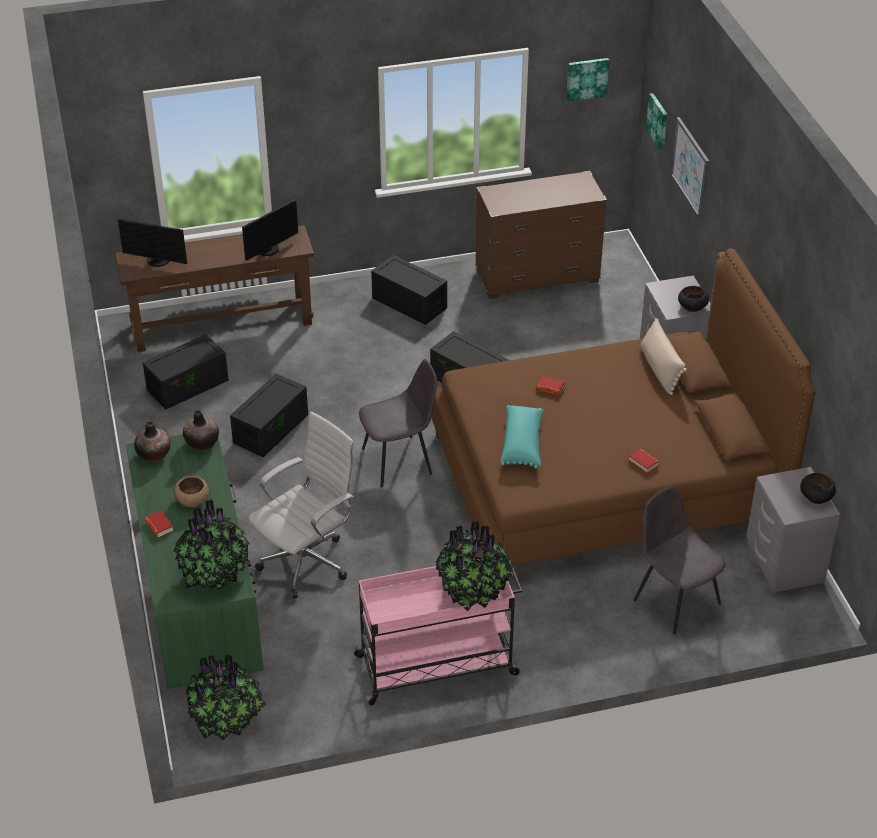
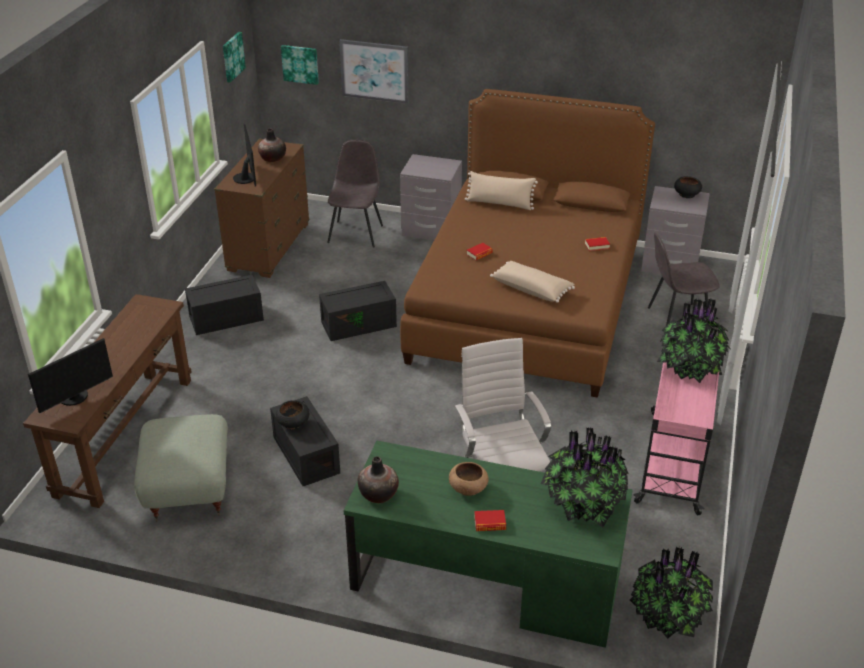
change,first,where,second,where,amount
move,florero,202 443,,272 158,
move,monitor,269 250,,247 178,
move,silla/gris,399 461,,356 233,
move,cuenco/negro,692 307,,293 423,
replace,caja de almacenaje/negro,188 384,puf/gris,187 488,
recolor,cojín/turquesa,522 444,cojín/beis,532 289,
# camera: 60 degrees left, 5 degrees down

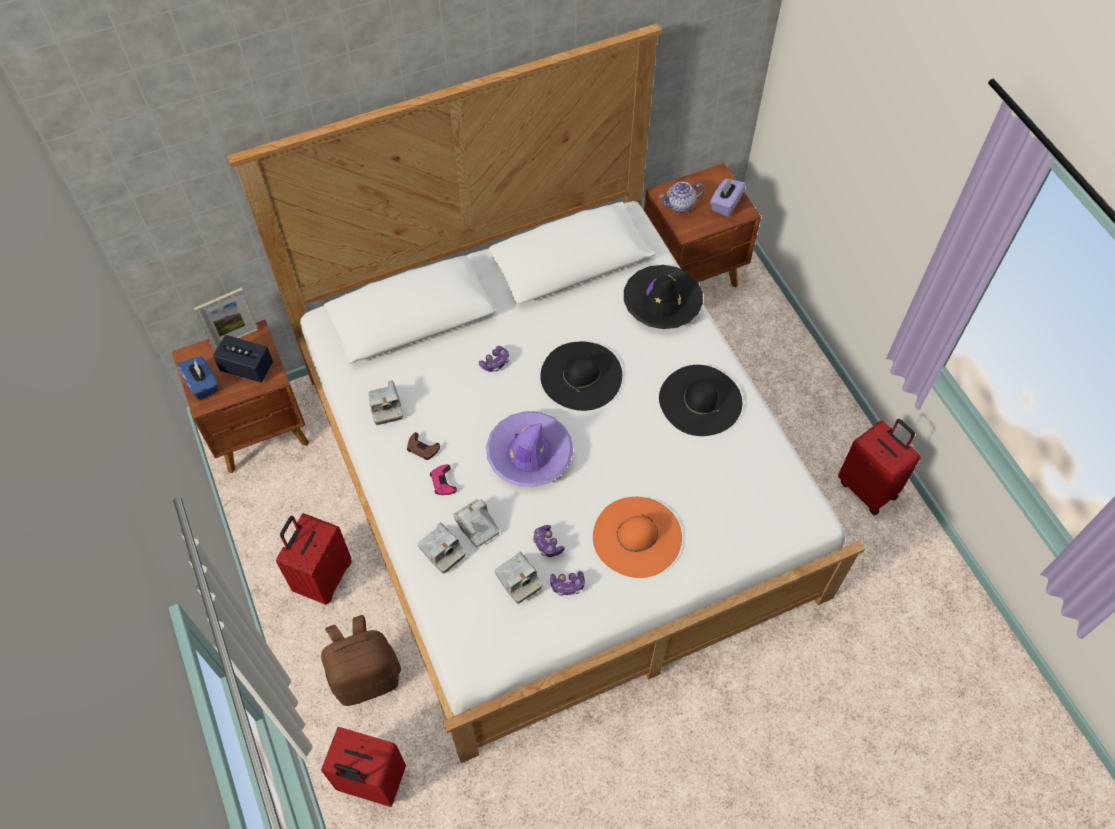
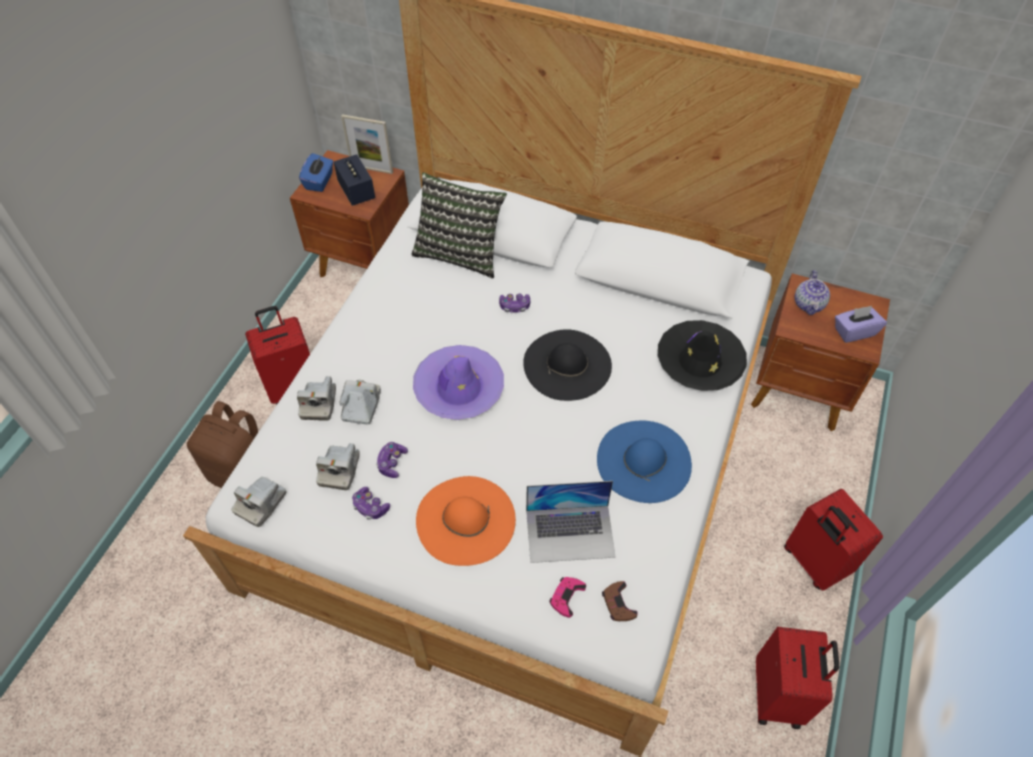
change,first,where,second,where,amount
insert,,,cojín,460 252,
insert,,,portátil,570 533,
move,maleta/rojo,371 782,,813 562,
move,cámara,386 407,,261 503,
move,mando de consola/marrón,422 448,,618 603,
move,mando de consola/rosa,443 482,,566 597,
recolor,sombrero/negro,700 400,sombrero/azul,644 461,
rotate,tetera,680 205,,809 304,105 degrees counterclockwise
# camera: 45 degrees right, 5 degrees down

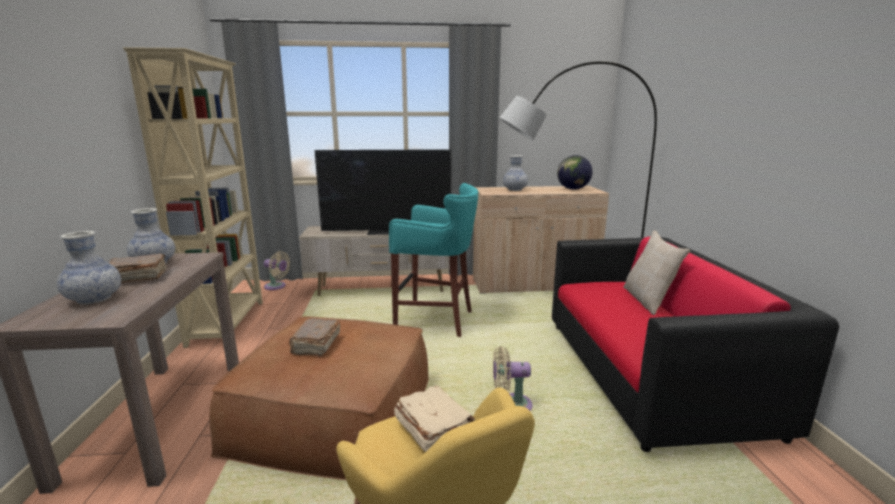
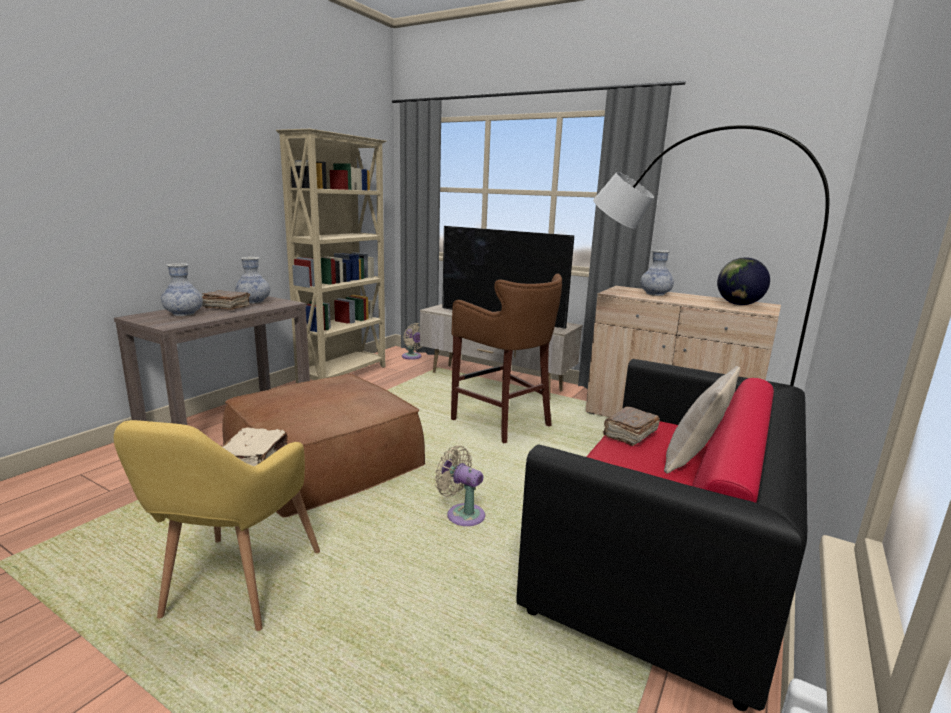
change,first,where,second,where,amount
move,libro/marrón,315 345,,629 434,
recolor,taburete/turquesa,437 321,taburete/marrón,504 423,
# camera: 35 degrees right, 0 degrees up

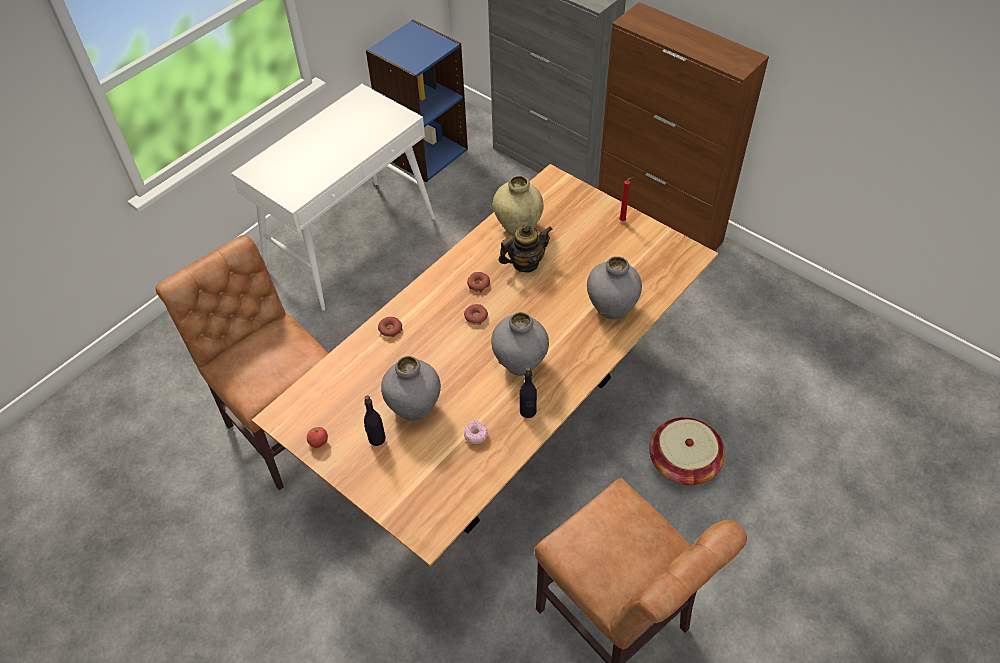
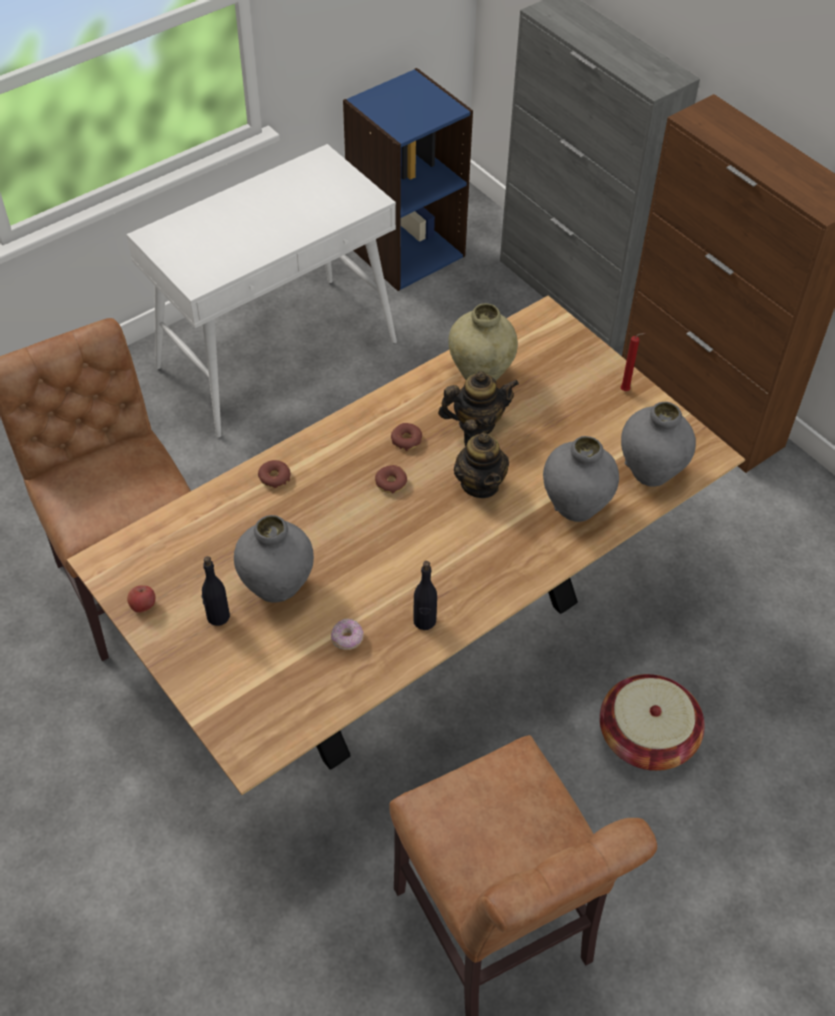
change,first,where,second,where,amount
insert,,,tetera,480 484,
move,florero/gris,520 364,,650 472,
# camera: 10 degrees right, 0 degrees up

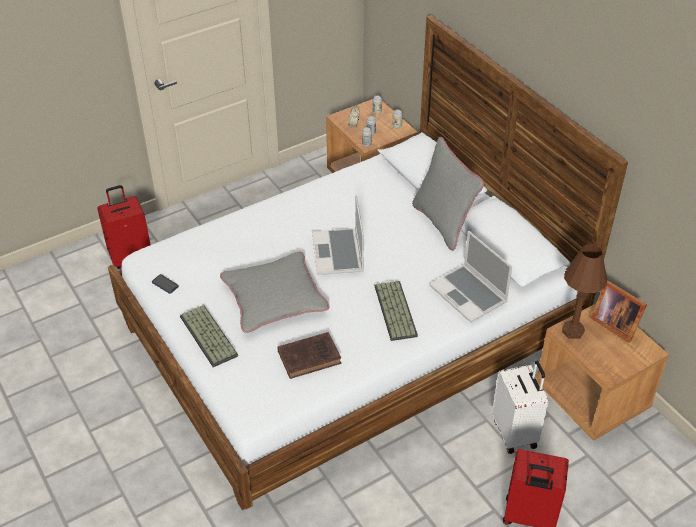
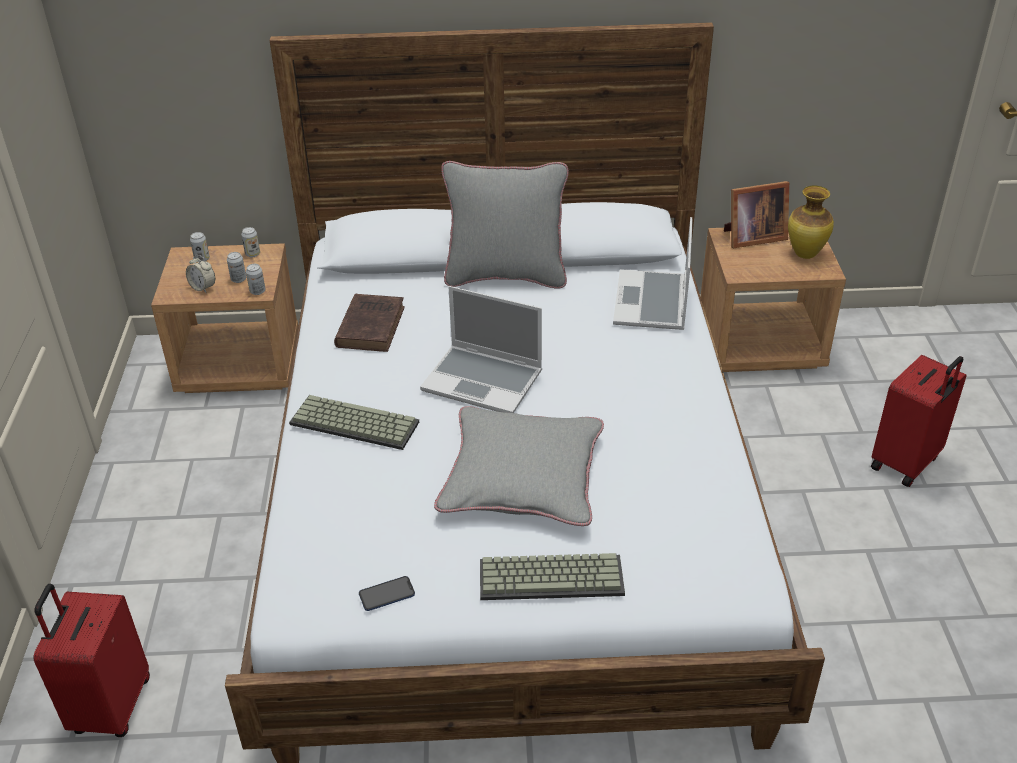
change,first,where,second,where,amount
delete,maleta/blanco,515 433,,,
delete,lámpara de mesa/marrón,573 331,,,
insert,,,florero,804 254,
move,libro/marrón,311 357,,371 325,
move,teclado,394 310,,352 424,
rotate,portátil,469 294,,652 303,105 degrees clockwise
# camera: 60 degrees left, 5 degrees down

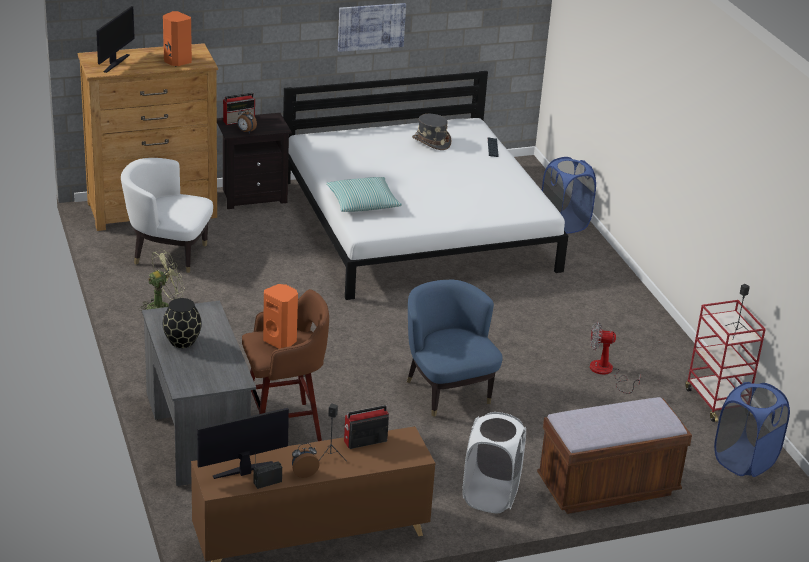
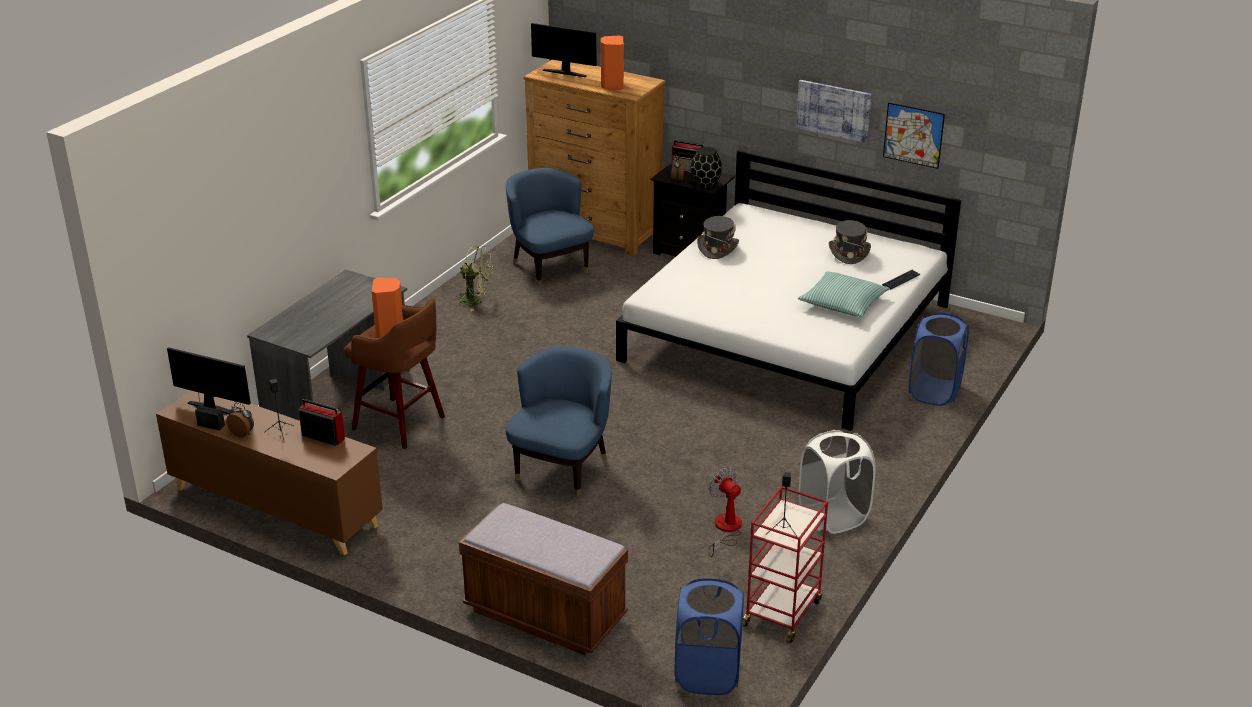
change,first,where,second,where,amount
insert,,,sombrero/gris,717 248,
insert,,,cuadro,913 135,
move,florero/negro,182 341,,705 184,
move,cojín,362 202,,843 303,
move,cesto de la ropa/blanco,490 495,,833 517,
recolor,sillón/blanco,168 254,sillón/azul,549 266,
rotate,monitor,115 63,,565 72,45 degrees clockwise
# camera: 50 degrees right, 0 degrees up

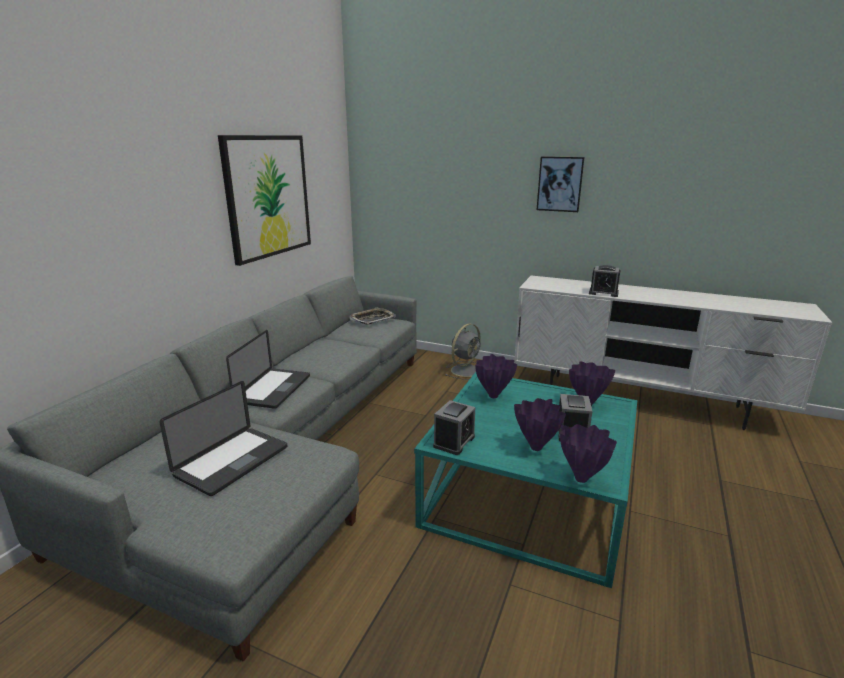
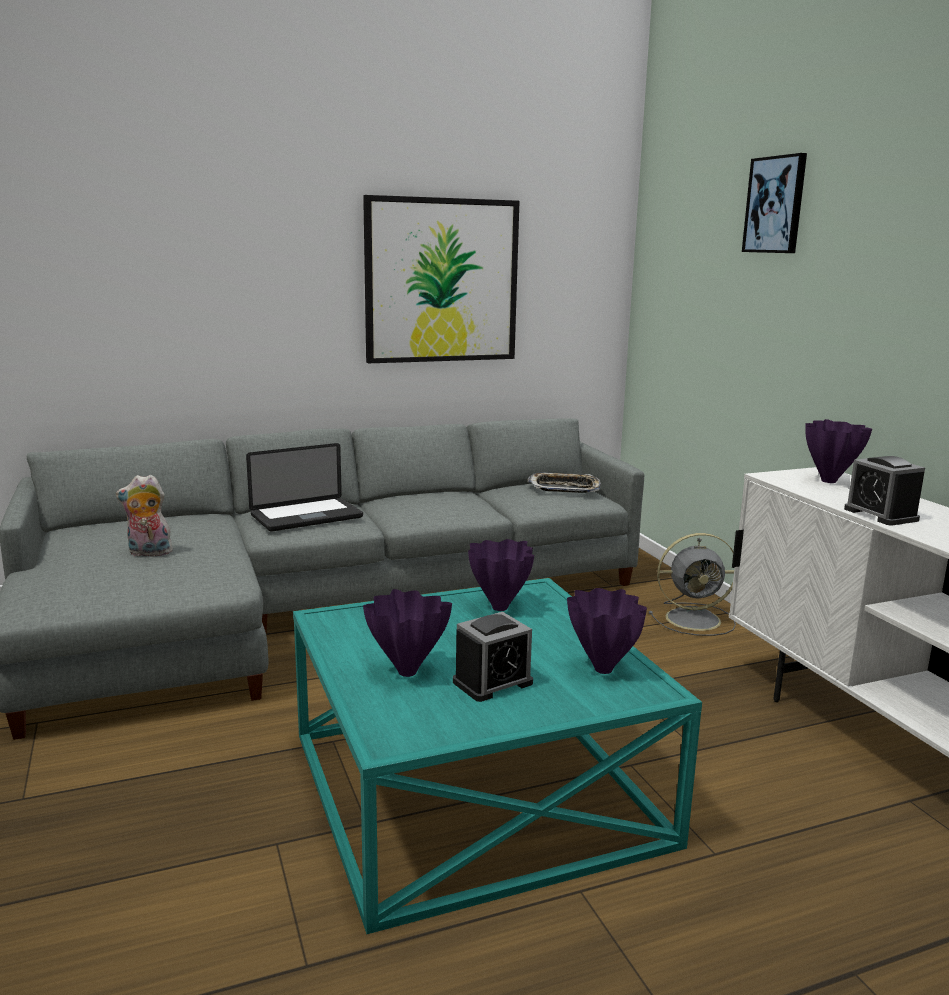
change,first,where,second,where,amount
delete,despertador,454 441,,,
move,cuadro,560 184,,775 205,
move,florero/morado,582 479,,829 481,
replace,portátil,232 461,peluche,148 553,
# camera: 45 degrees right, 5 degrees down

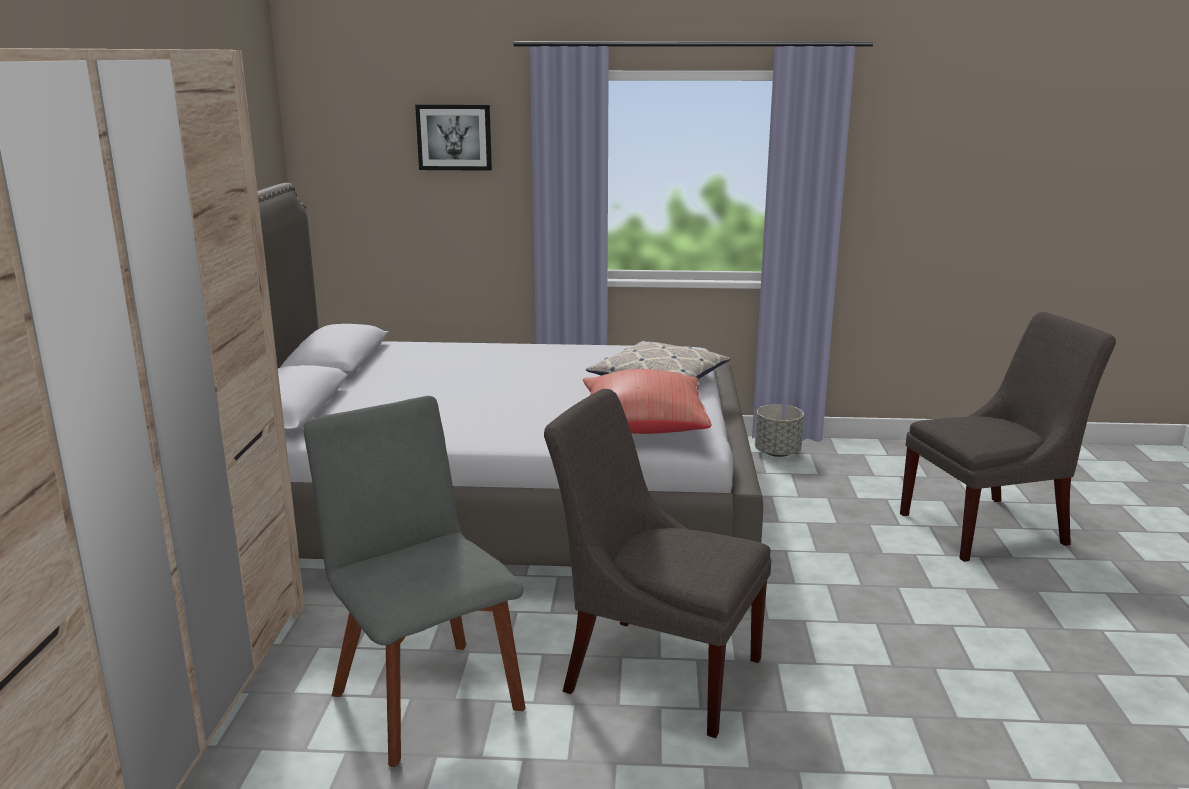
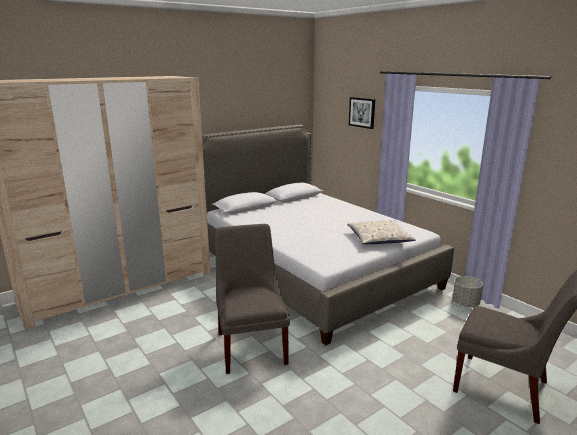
change,first,where,second,where,amount
delete,silla/gris,424 695,,,
delete,cojín/rojo,642 426,,,
# camera: 50 degrees right, 0 degrees up

